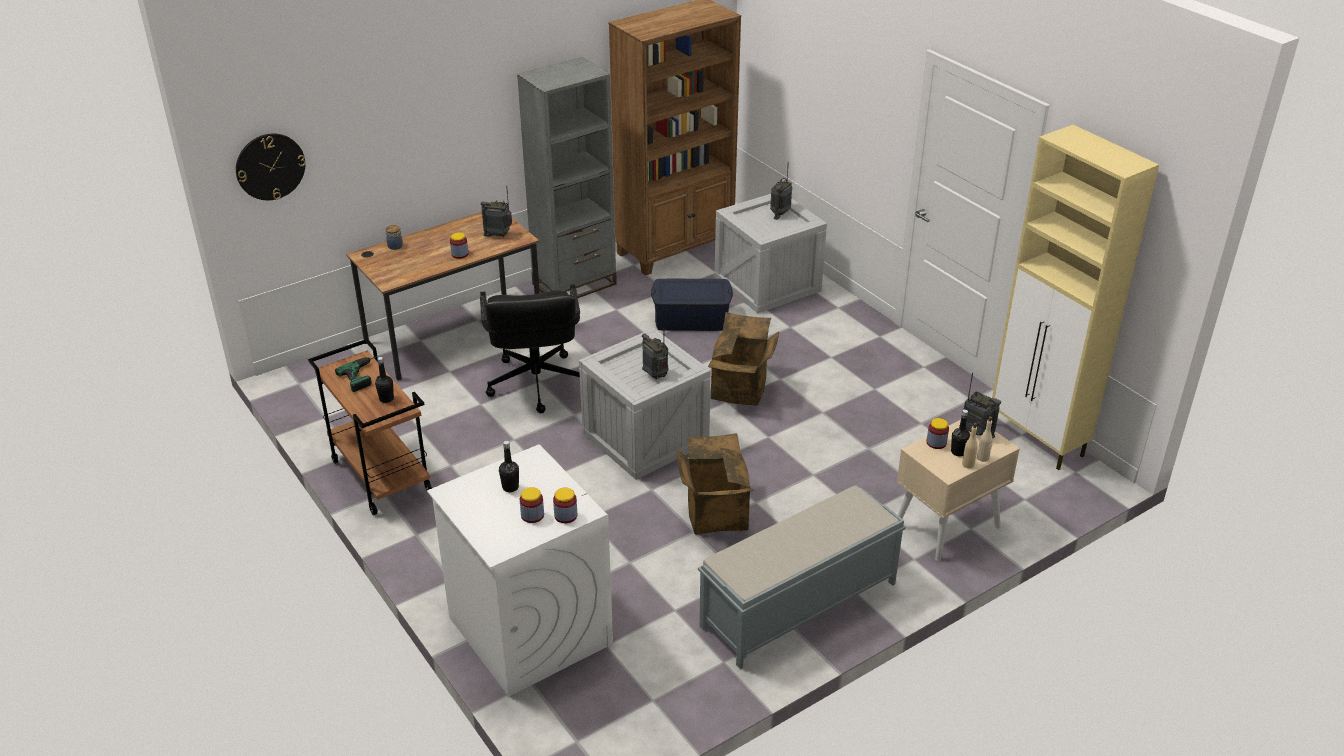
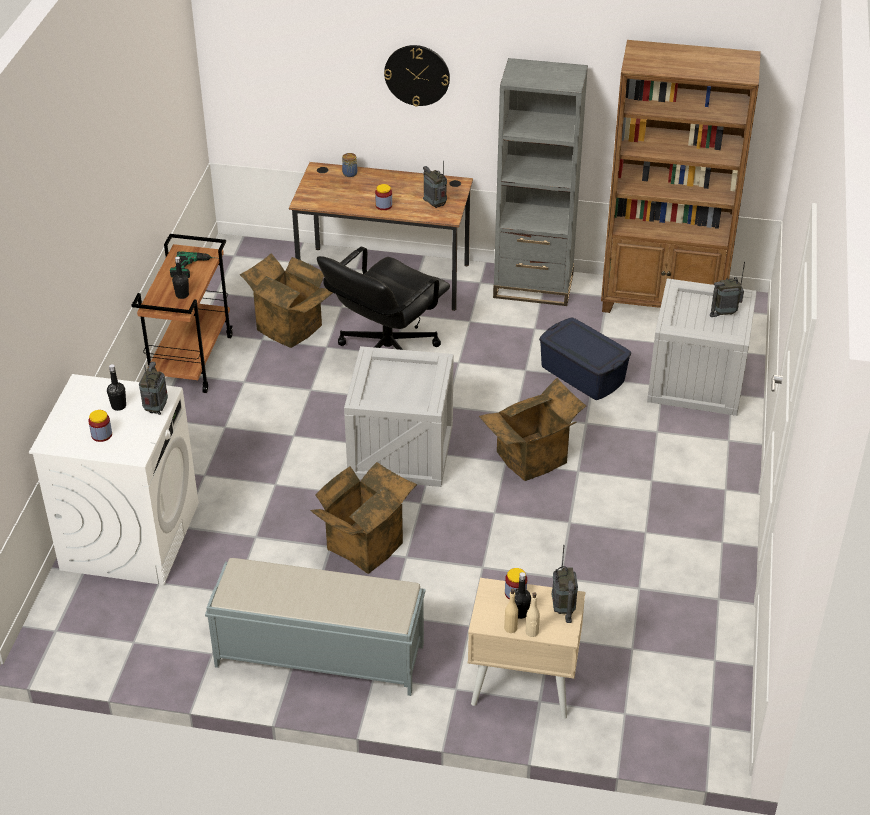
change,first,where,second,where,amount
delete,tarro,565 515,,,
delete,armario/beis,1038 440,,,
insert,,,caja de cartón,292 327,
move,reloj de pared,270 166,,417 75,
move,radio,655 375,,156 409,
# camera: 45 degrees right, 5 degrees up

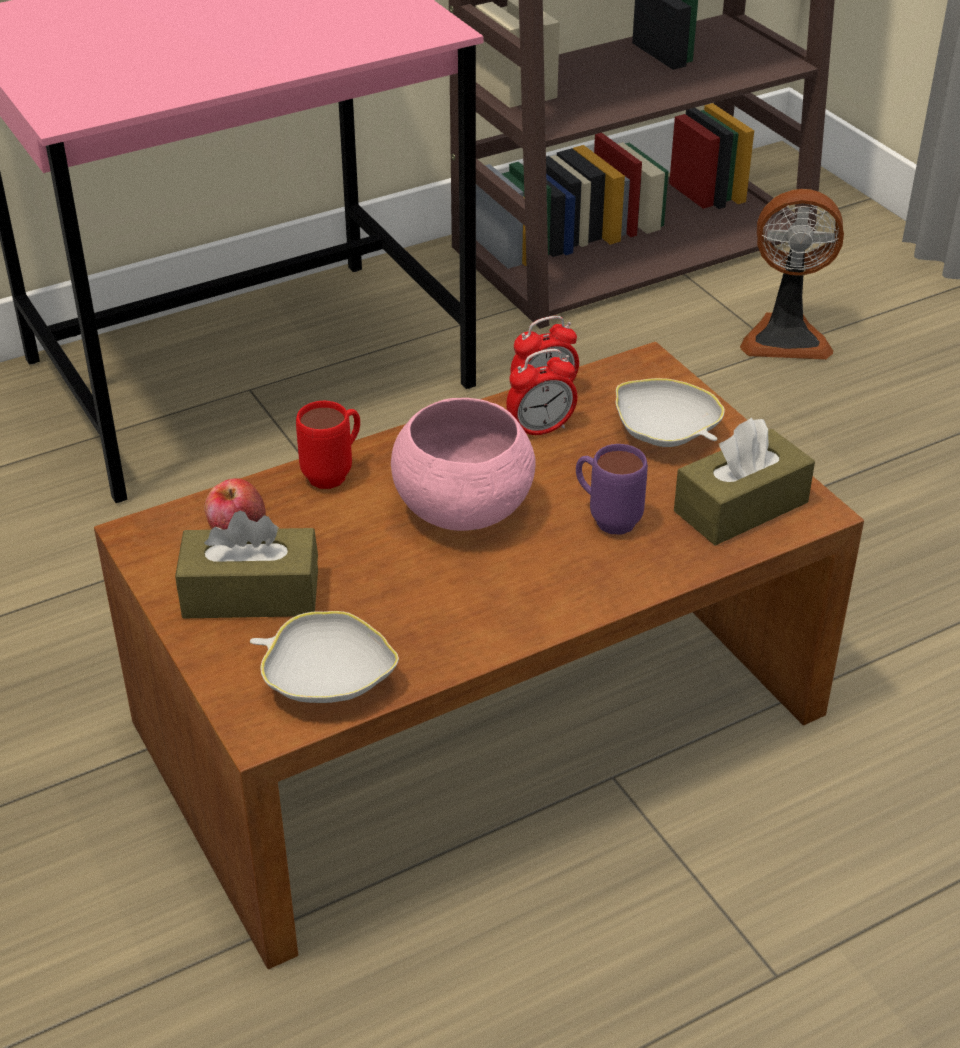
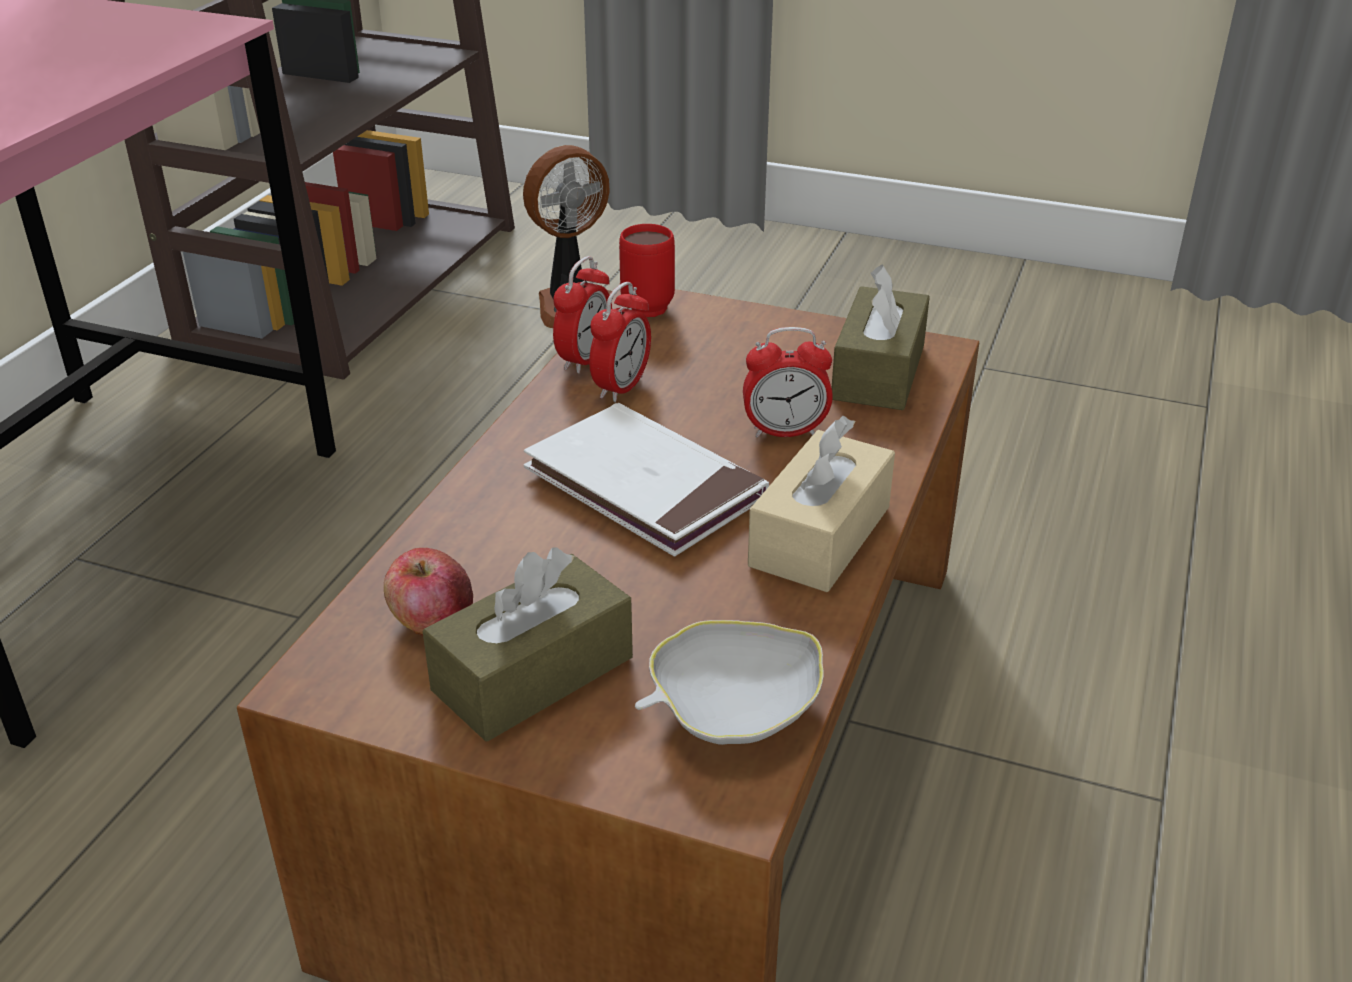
change,first,where,second,where,amount
delete,cuenco/blanco,665 434,,,
insert,,,caja de pañuelos/beis,820 536,
move,taza grande/rojo,335 473,,648 304,
replace,cuenco/rosa,462 510,libro/blanco,644 486,
replace,taza grande/morado,606 519,despertador,785 432,
# camera: 40 degrees left, 5 degrees down

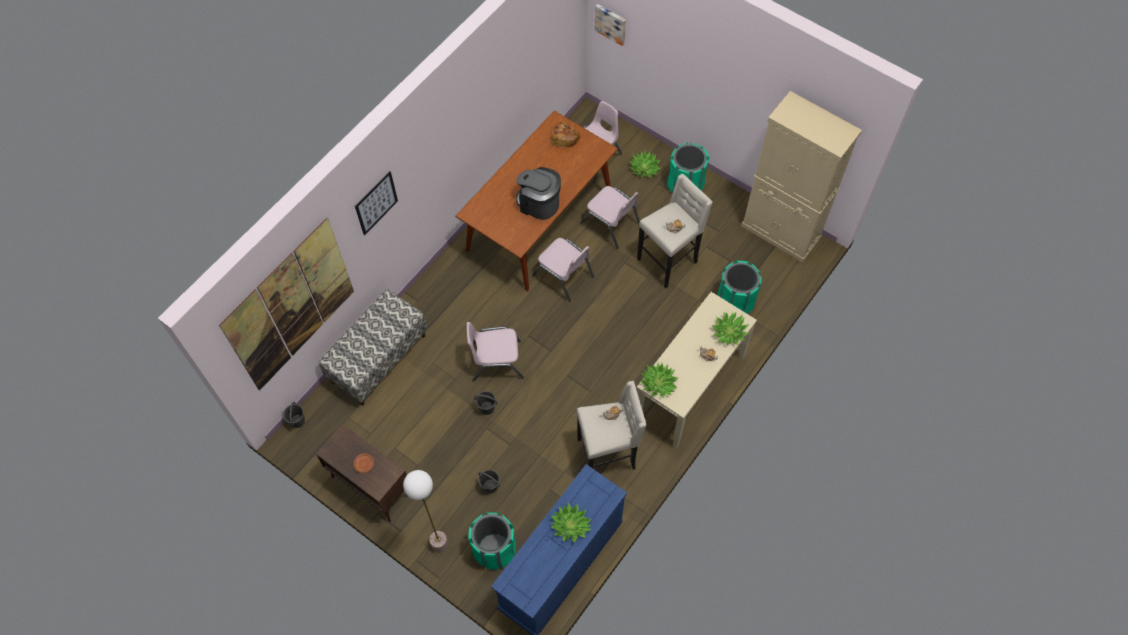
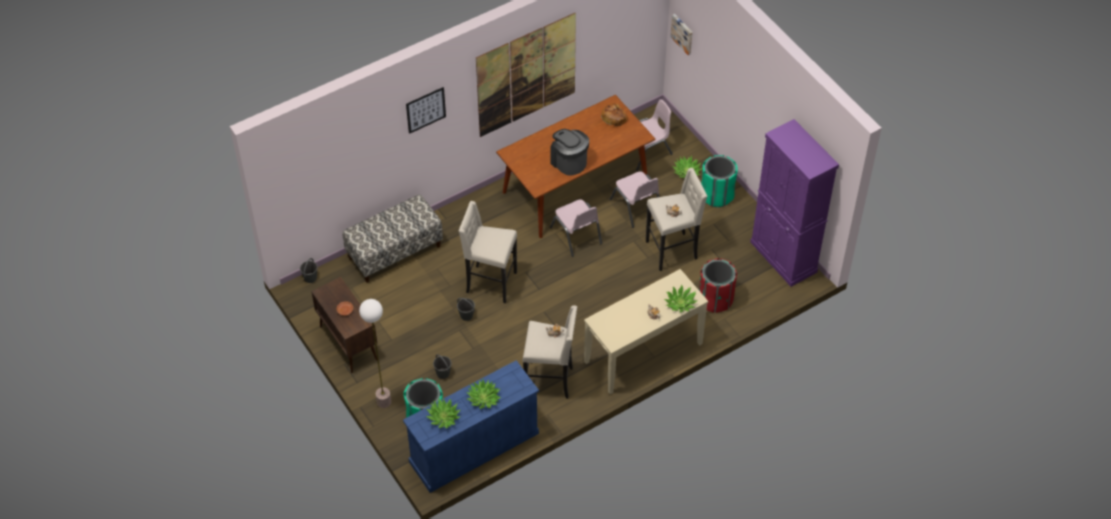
change,first,where,second,where,amount
move,cuadro,291 306,,526 75,
move,planta en maceta,658 383,,443 417,
replace,silla/rosa,496 361,taburete/beis,490 283,
recolor,papelera/verde,735 301,papelera/rojo,715 299,
recolor,armario/beis,781 232,armario/morado,783 257,
# camera: 20 degrees right, 10 degrees down

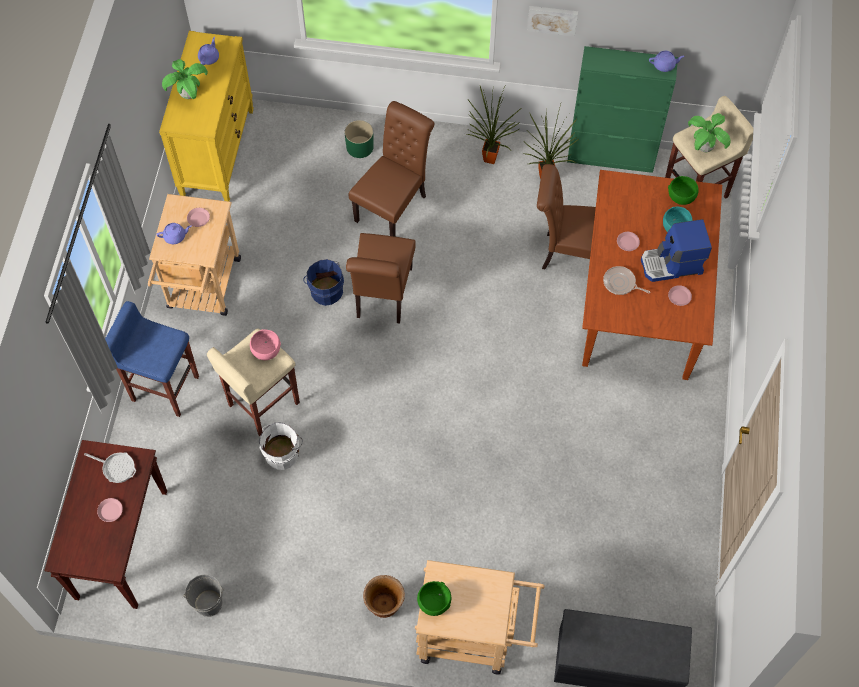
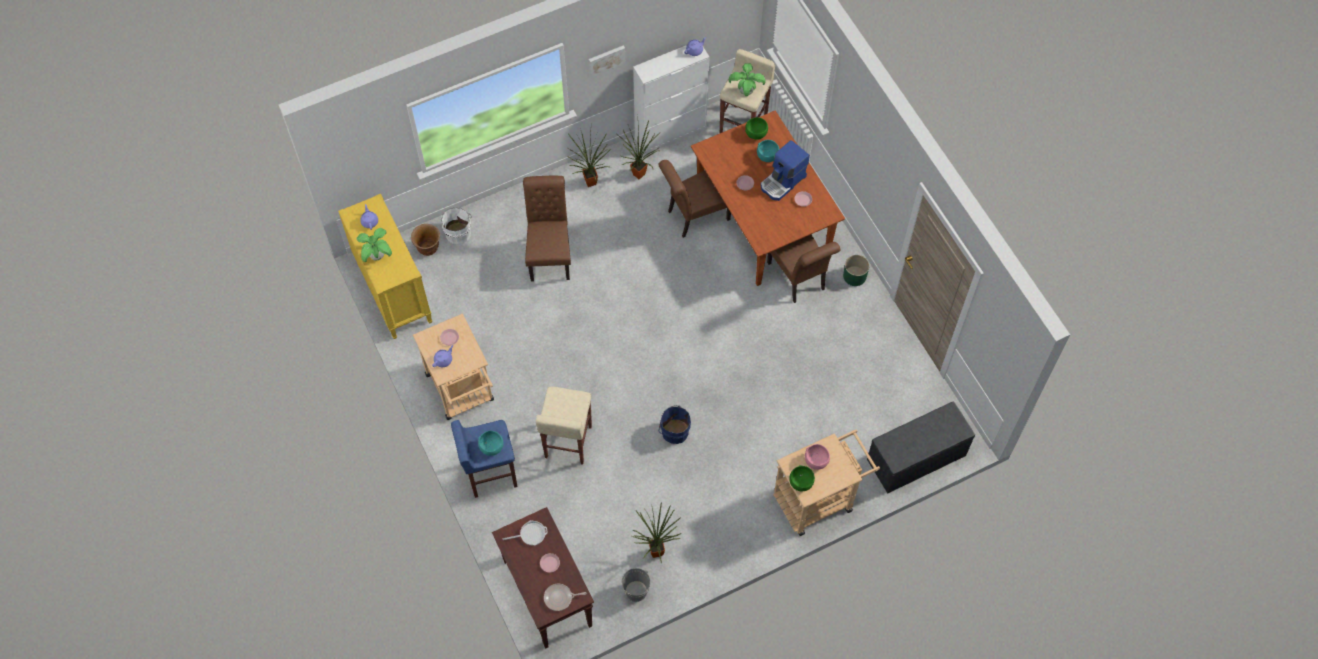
change,first,where,second,where,amount
insert,,,cuenco/turquesa,491 447,
insert,,,planta en maceta,656 550,
move,cuenco/rosa,266 351,,816 461,
move,cubo/blanco,283 452,,458 232,
move,cubo/azul,325 290,,674 431,
move,maceta/verde,360 147,,854 276,
move,silla/marrón,382 296,,798 279,
move,maceta/marrón,384 604,,428 248,
move,sartén,620 283,,560 598,
recolor,armario/verde,611 156,armario/blanco,671 133,
# camera: 35 degrees left, 0 degrees up

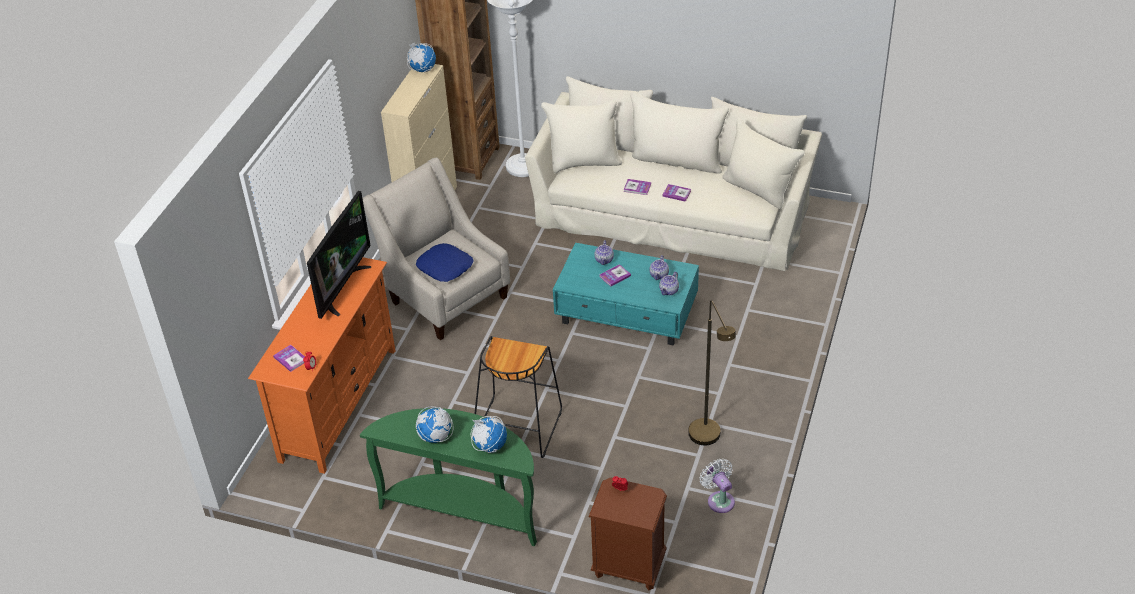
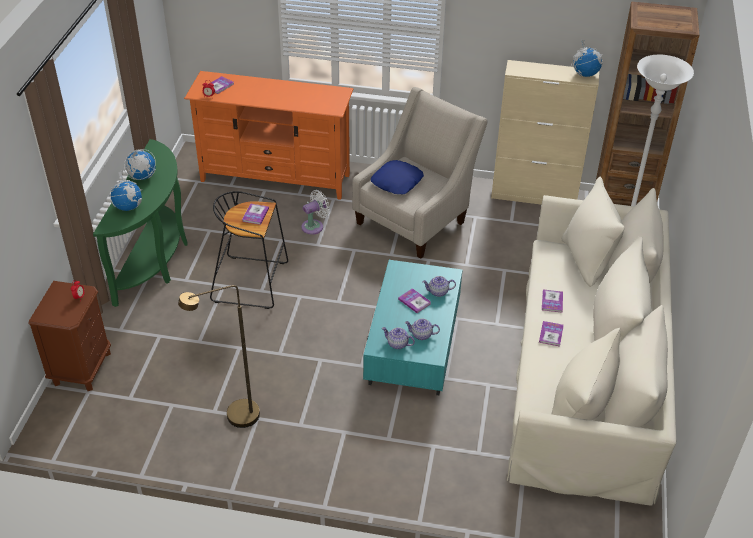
change,first,where,second,where,amount
delete,televisor,342 288,,,
insert,,,libro,255 215,
move,ventilador/blanco,719 500,,314 226,
# camera: 80 degrees right, 0 degrees up

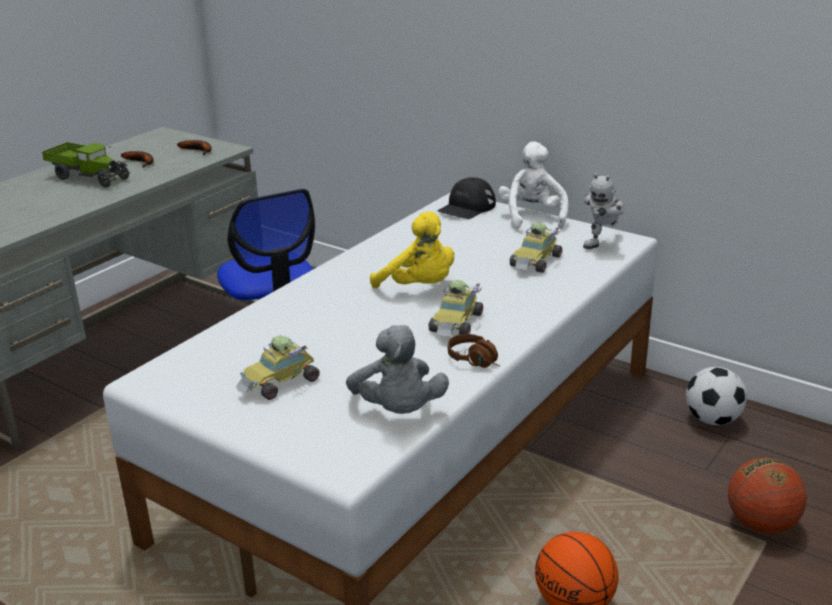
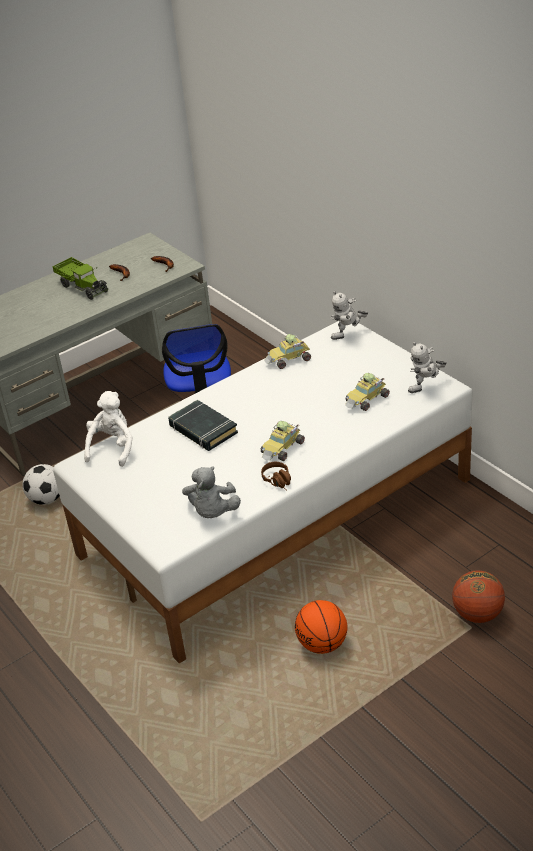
change,first,where,second,where,amount
delete,peluche/amarillo,419 287,,,
insert,,,libro/negro,203 430,
move,coche de juguete,280 383,,289 359,
move,peluche/blanco,532 217,,112 447,
move,balón de fútbol,712 419,,47 499,
replace,gorra/negro,467 207,robot de juguete,348 336,
# camera: 20 degrees right, 10 degrees up

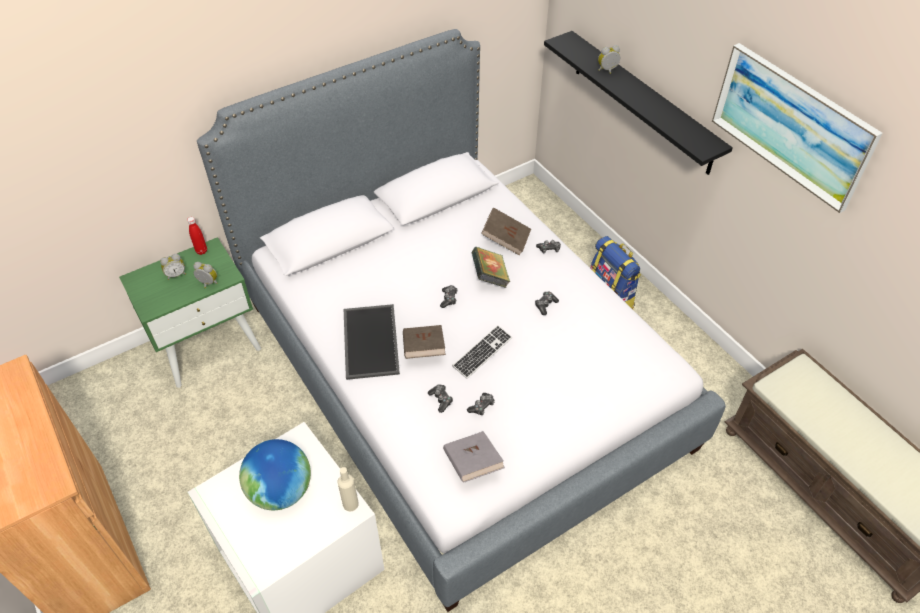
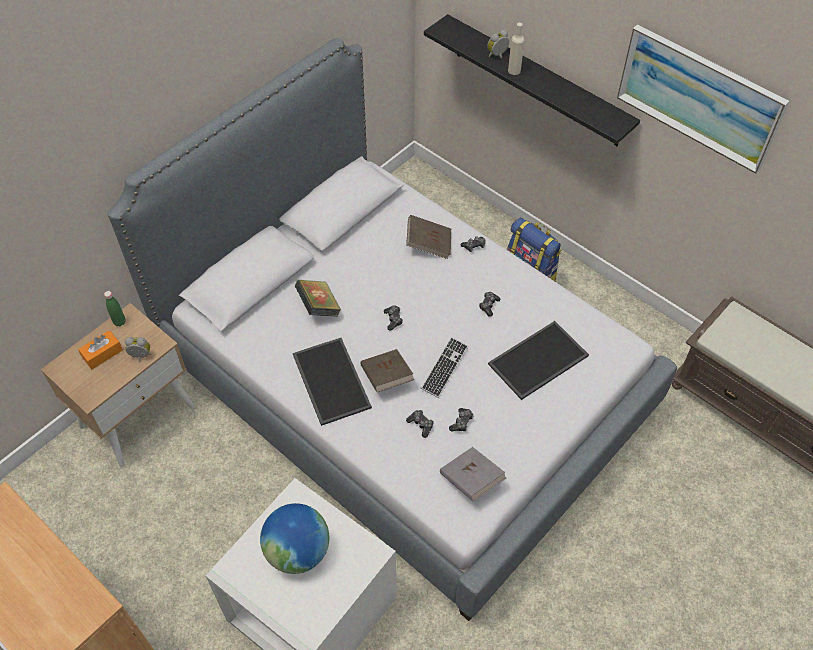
change,first,where,second,where,amount
insert,,,bandeja,538 361,
move,botella/beis,350 504,,514 70,
move,libro,490 277,,319 307,
replace,despertador,176 274,caja de pañuelos/naranja,102 354,
recolor,mesita de noche/verde,208 346,mesita de noche/beis,137 415,
recolor,botella/rojo,201 251,botella/verde,119 322,
# camera: 15 degrees left, 5 degrees up

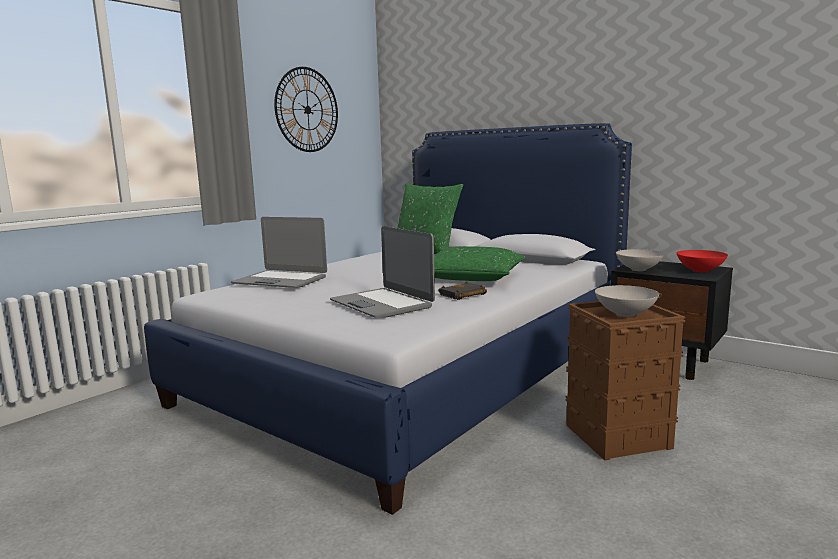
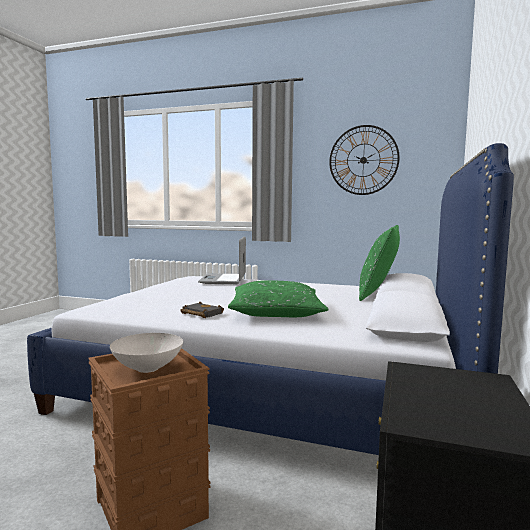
change,first,where,second,where,amount
delete,portátil,382 304,,,
delete,cuenco/blanco,637 269,,,
delete,cuenco/rojo,699 270,,,
# camera: 70 degrees right, 5 degrees down

